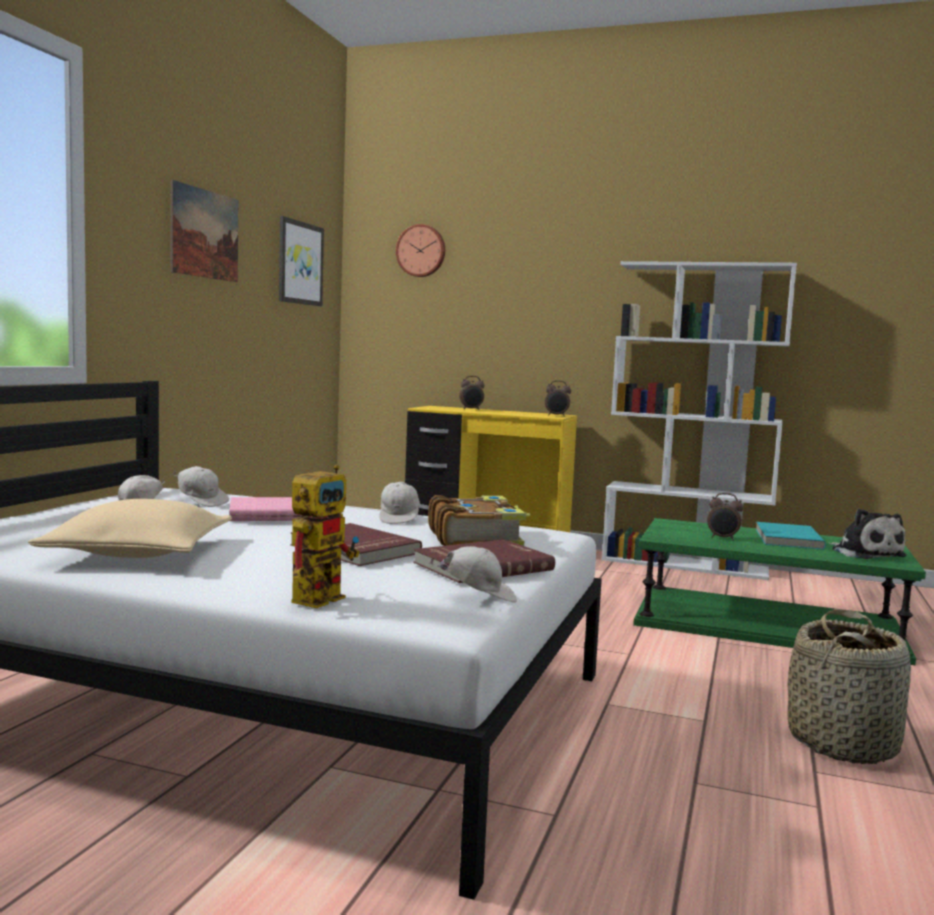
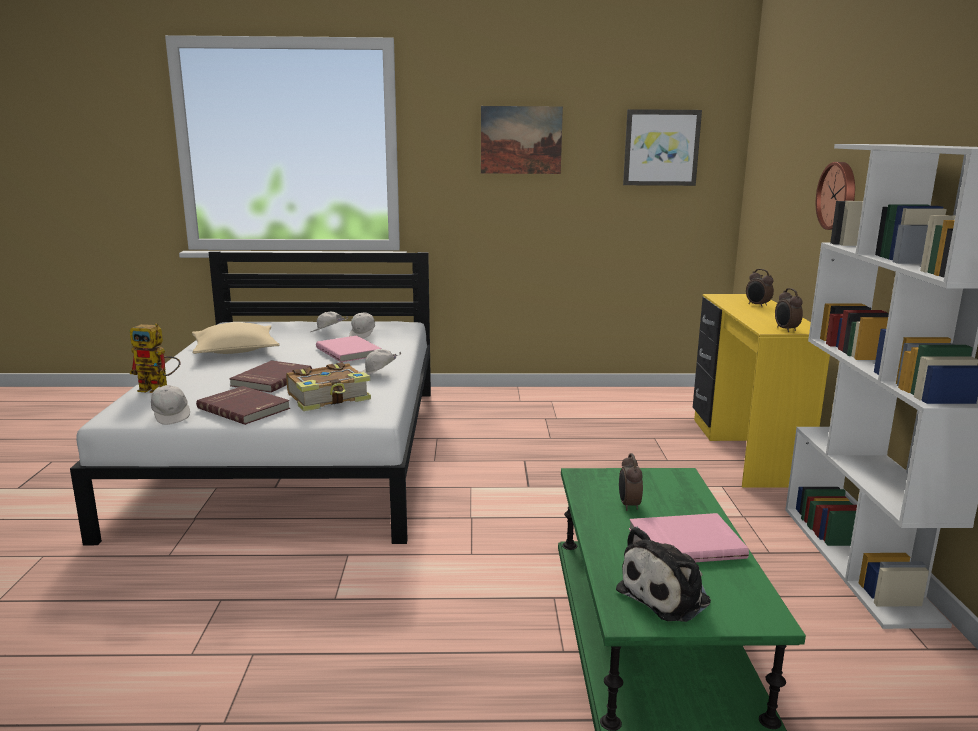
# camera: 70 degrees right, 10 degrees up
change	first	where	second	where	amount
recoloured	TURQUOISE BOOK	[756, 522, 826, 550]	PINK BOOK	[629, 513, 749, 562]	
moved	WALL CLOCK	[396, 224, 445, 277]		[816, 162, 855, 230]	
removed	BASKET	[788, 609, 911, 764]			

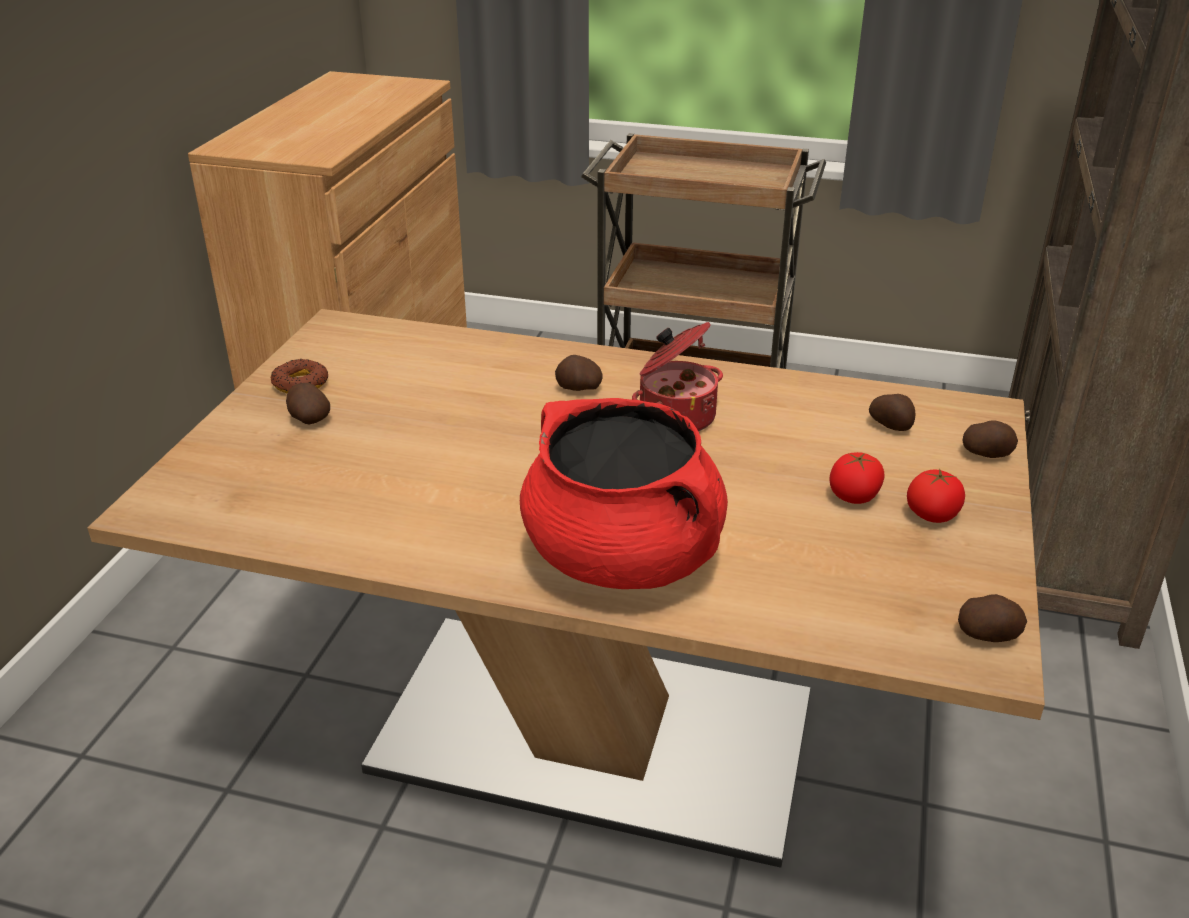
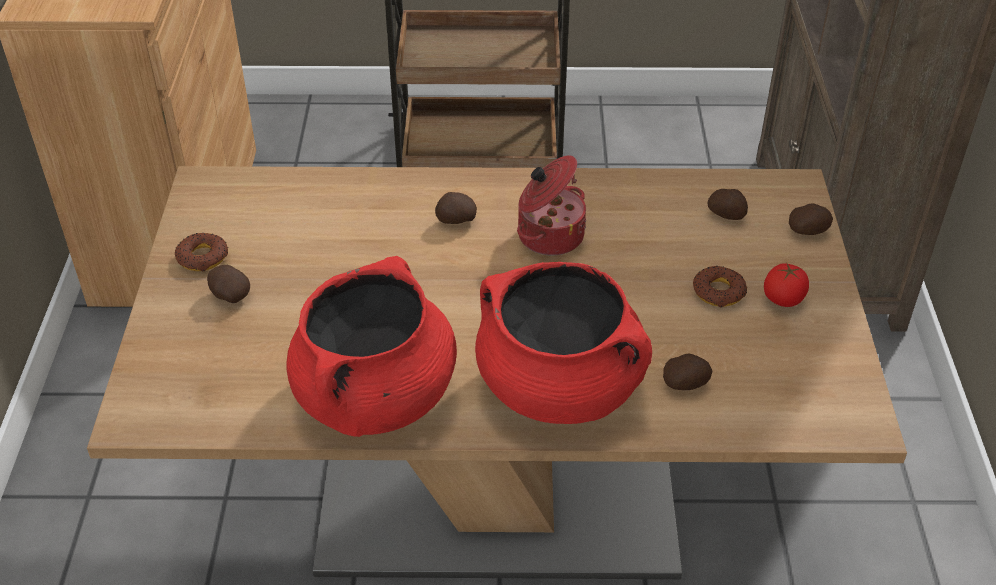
# camera: 15 degrees left, 10 degrees up
change	first	where	second	where	amount
added			RED COOKING POT	[286, 256, 457, 437]	
moved	POTATO	[958, 594, 1027, 642]		[663, 354, 713, 390]	
replaced	TOMATO	[829, 452, 885, 504]	DONUT	[693, 266, 747, 307]	

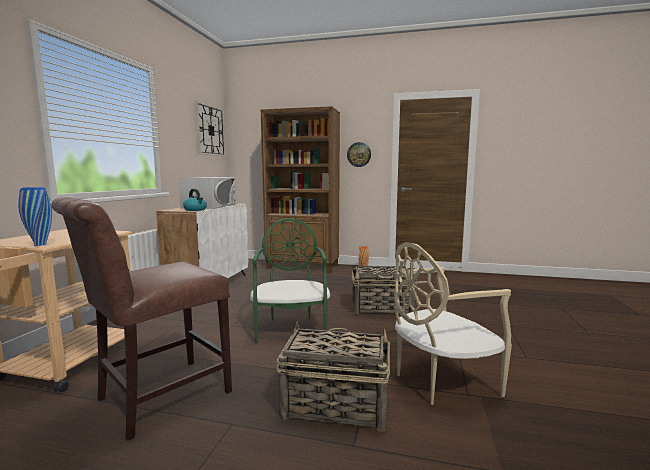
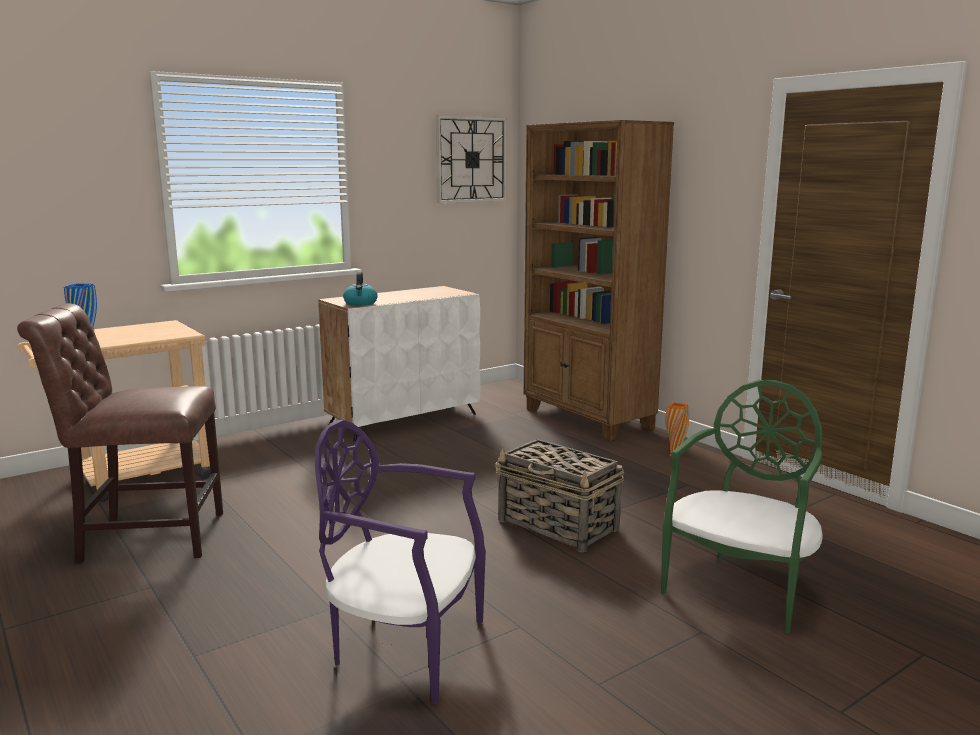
# camera: 40 degrees right, 5 degrees up
change	first	where	second	where	amount
recoloured	BEIGE CHAIR	[394, 242, 512, 405]	PURPLE CHAIR	[315, 420, 486, 705]	
moved	GREEN CHAIR	[250, 218, 330, 344]		[661, 380, 823, 634]	
removed	WHITE MICROWAVE	[179, 177, 236, 209]			
removed	BASKET	[276, 322, 390, 432]			
removed	WALL CLOCK	[347, 142, 371, 167]			

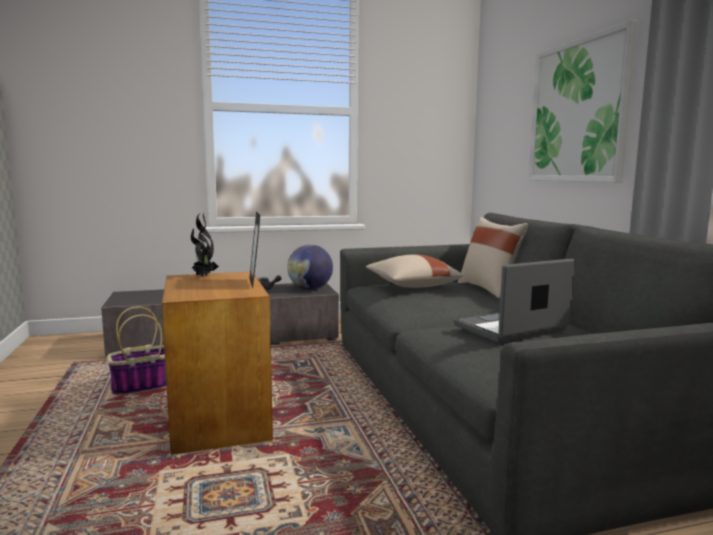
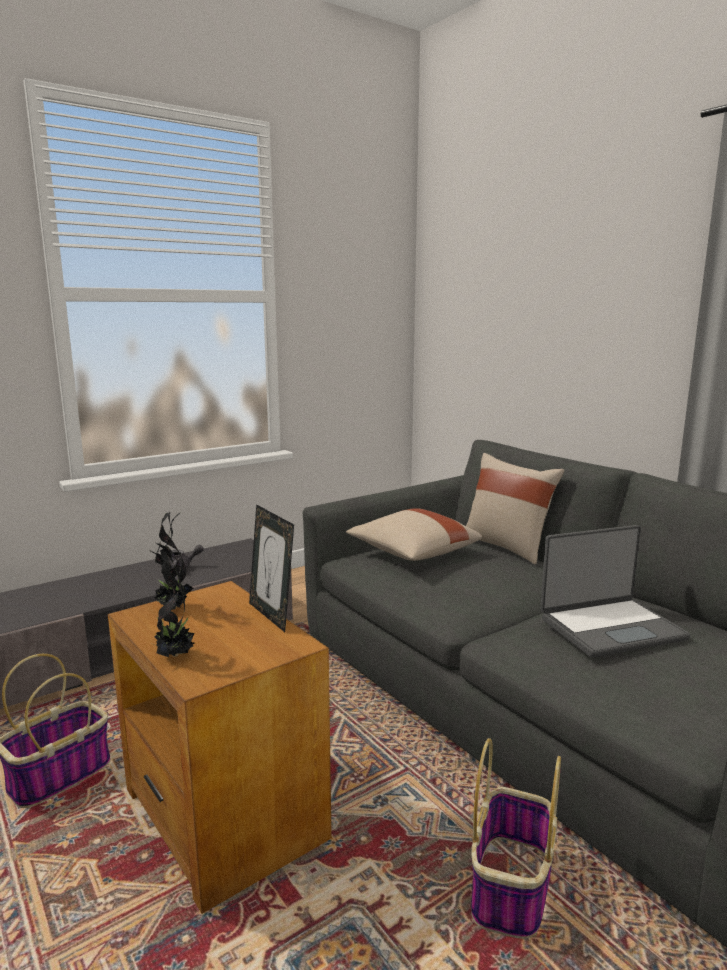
# camera: 20 degrees left, 5 degrees up
change	first	where	second	where	amount
added			POTTED PLANT	[149, 543, 195, 657]	
added			BASKET	[471, 738, 561, 939]	
turned	LAPTOP	[454, 259, 575, 342]		[540, 525, 690, 658]	150 degrees counterclockwise
removed	GLOBE	[287, 245, 333, 290]			
removed	PICTURE	[529, 20, 638, 182]			

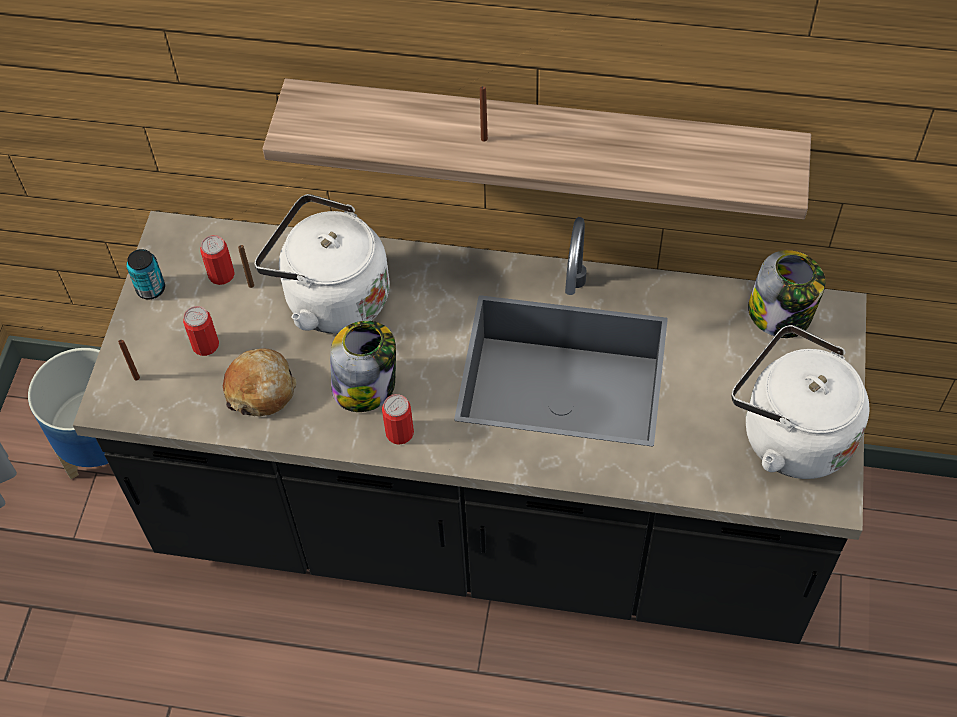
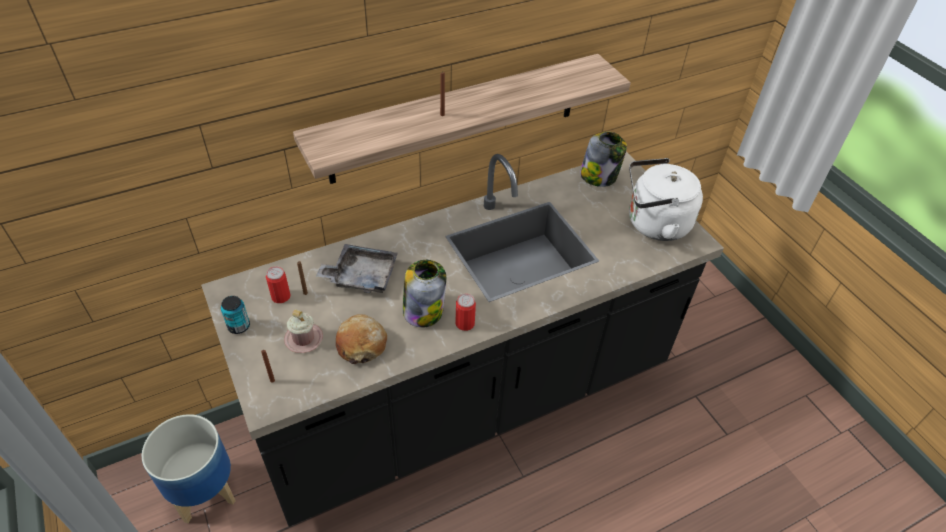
# camera: 40 degrees left, 10 degrees down
change	first	where	second	where	amount
replaced	CAN	[183, 306, 219, 356]	PINK MUG	[284, 309, 323, 353]	
replaced	WHITE KETTLE	[255, 194, 390, 334]	GREY TRAY	[316, 244, 398, 293]	

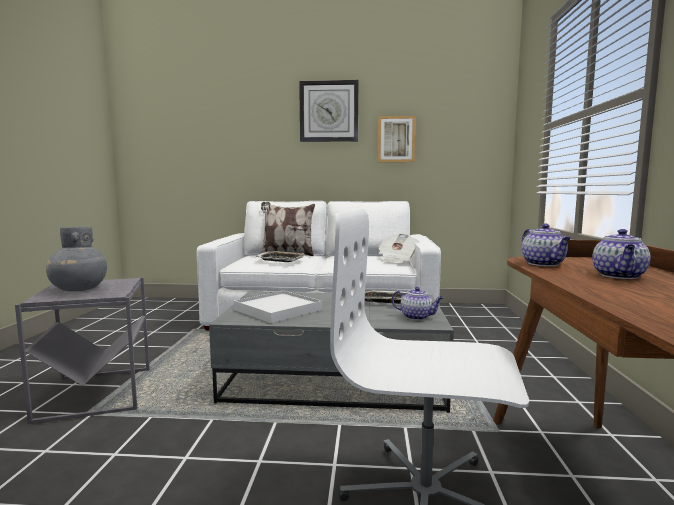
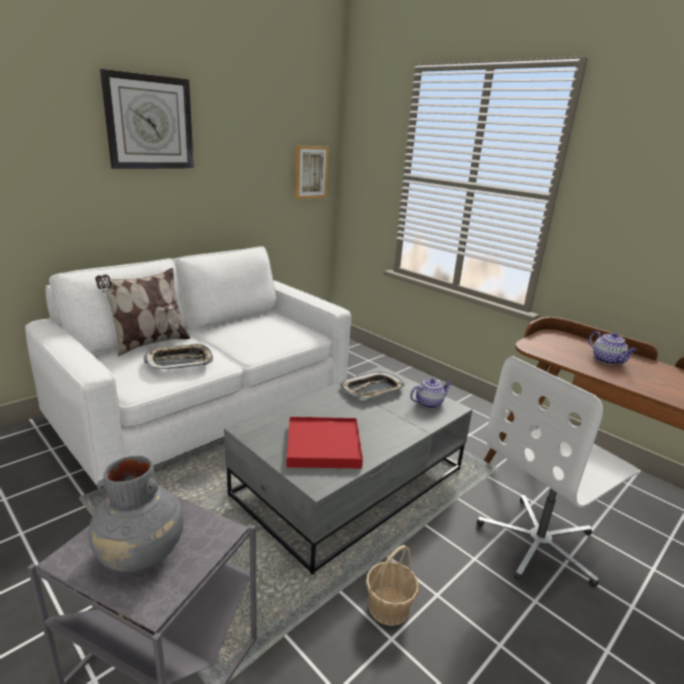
# camera: 50 degrees left, 15 degrees up
change	first	where	second	where	amount
recoloured	WHITE TRAY	[234, 291, 322, 323]	RED TRAY	[286, 417, 363, 469]	
moved	PICTURE	[378, 116, 416, 162]		[294, 145, 329, 199]	
added			BASKET	[366, 545, 419, 626]	
removed	NEWSPAPER	[378, 233, 419, 263]			
removed	TEAPOT	[522, 224, 571, 266]			

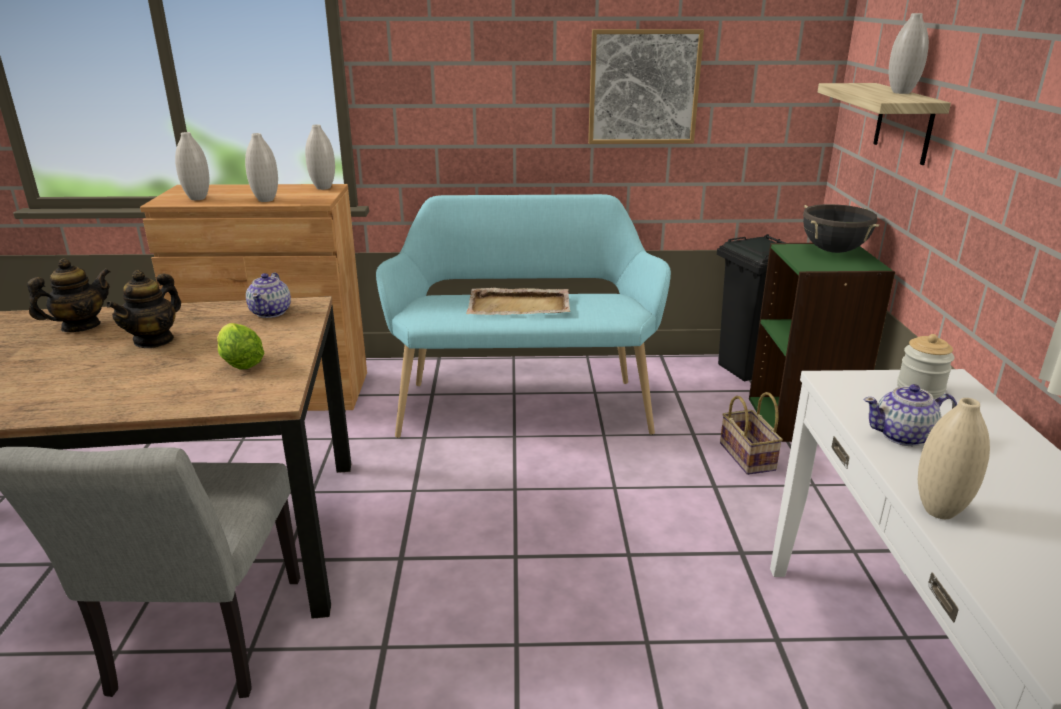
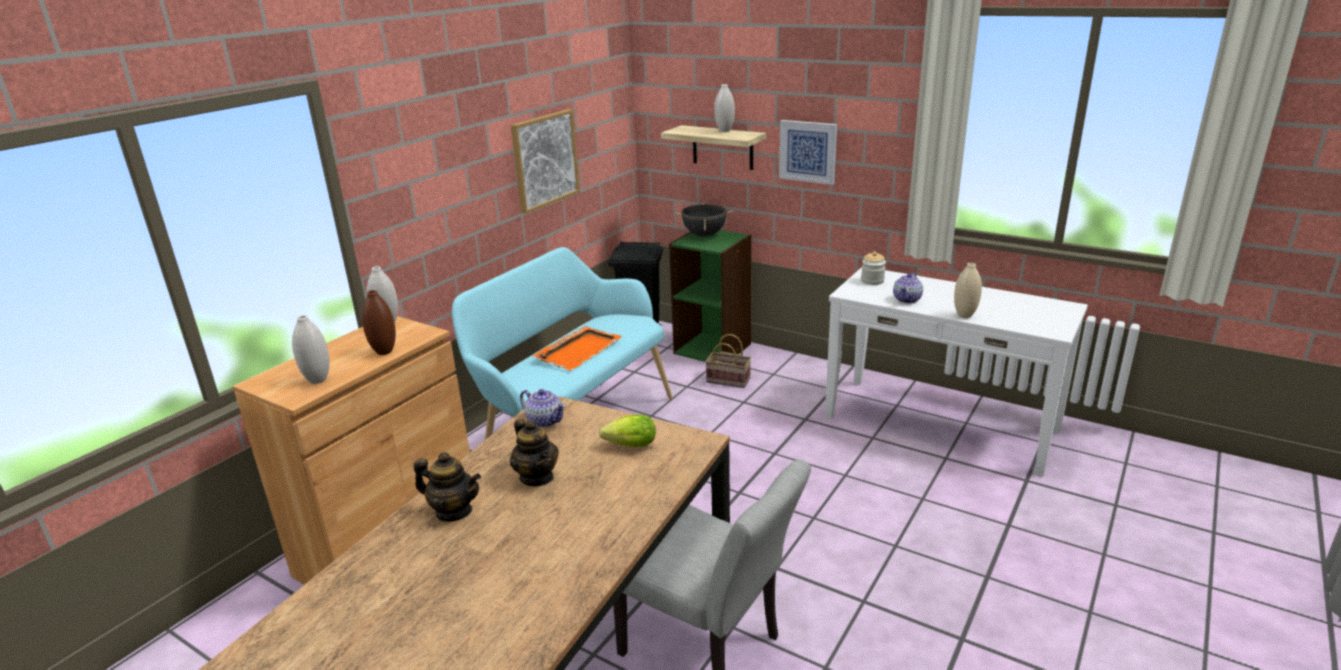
# camera: 55 degrees left, 0 degrees up
change	first	where	second	where	amount
recoloured	WHITE VASE	[245, 133, 278, 202]	BROWN VASE	[362, 290, 396, 355]	
turned	TEAPOT	[27, 258, 110, 332]		[414, 452, 481, 522]	120 degrees clockwise
recoloured	BEIGE TRAY	[466, 288, 570, 315]	ORANGE TRAY	[533, 326, 622, 371]	
added			PICTURE	[779, 120, 837, 185]	

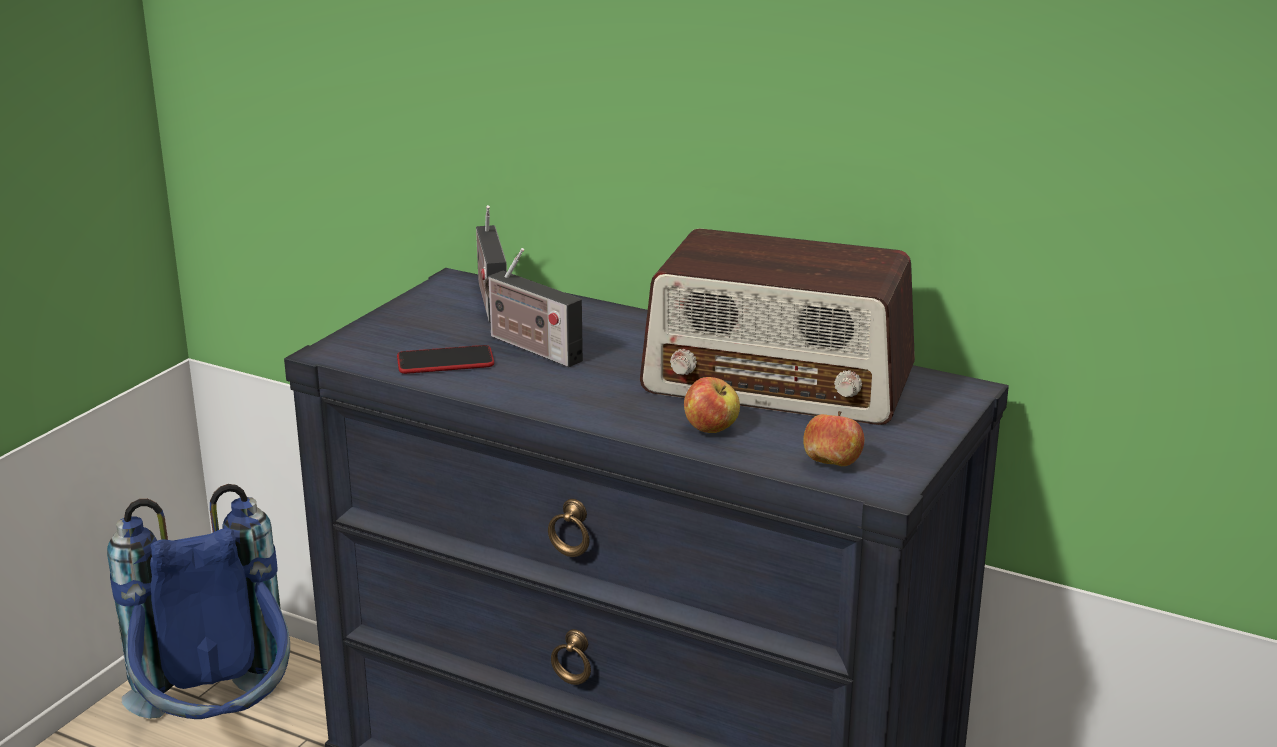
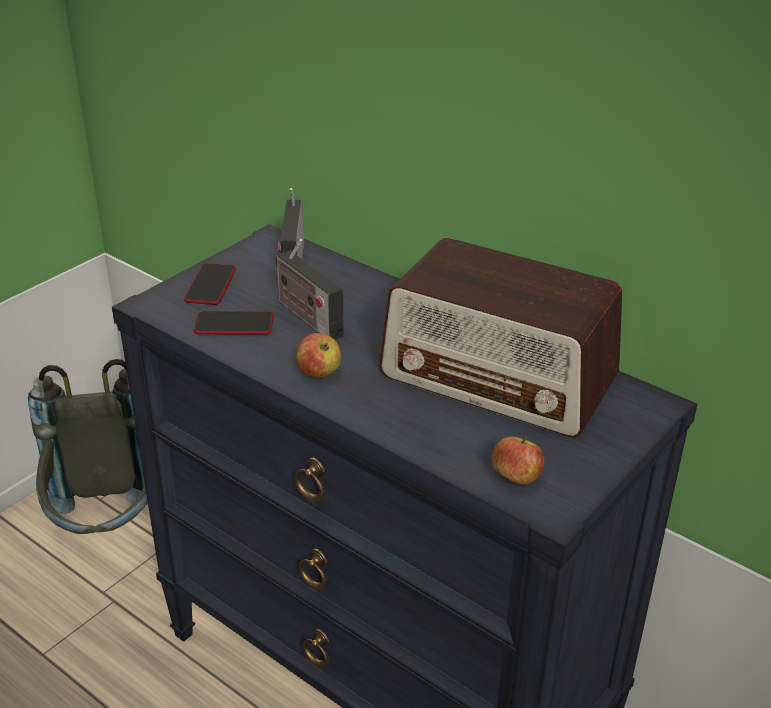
# camera: 10 degrees right, 10 degrees up
change	first	where	second	where	amount
recoloured	BLUE BACKPACK	[107, 484, 290, 719]	GREY BACKPACK	[28, 359, 148, 534]	
added			PHONE	[184, 263, 236, 305]	
moved	APPLE	[684, 377, 740, 433]		[296, 333, 341, 378]	

